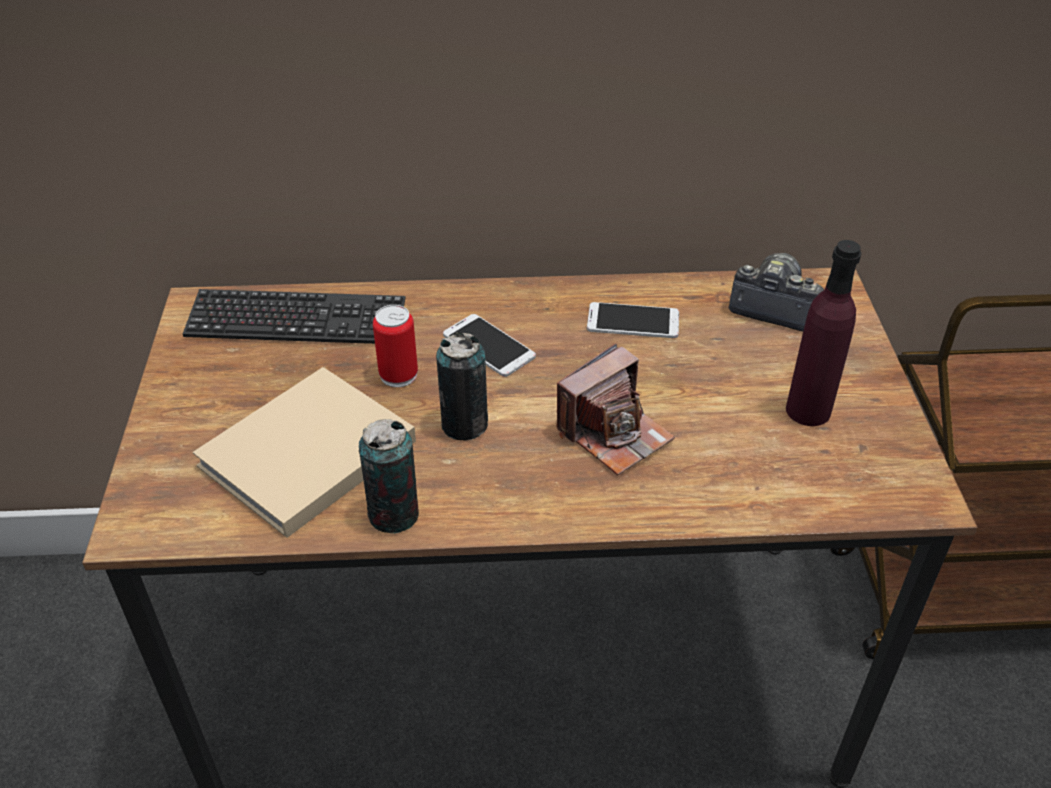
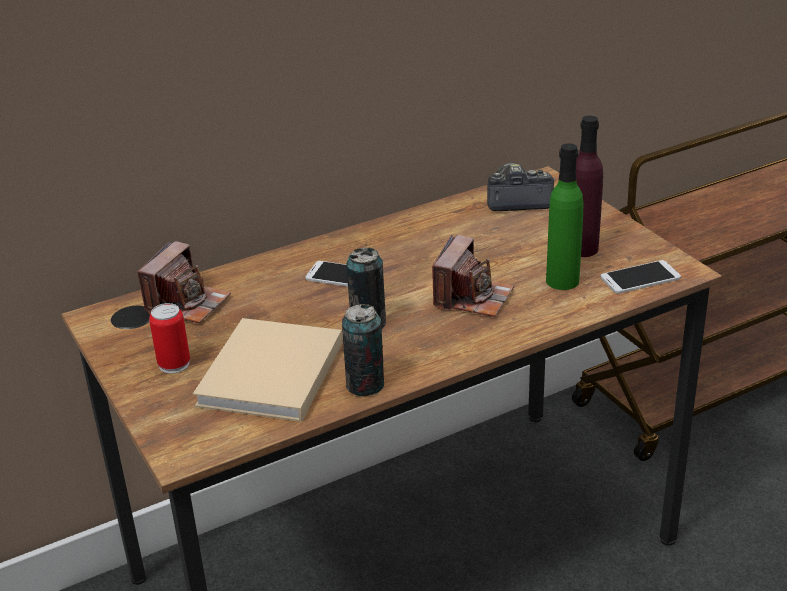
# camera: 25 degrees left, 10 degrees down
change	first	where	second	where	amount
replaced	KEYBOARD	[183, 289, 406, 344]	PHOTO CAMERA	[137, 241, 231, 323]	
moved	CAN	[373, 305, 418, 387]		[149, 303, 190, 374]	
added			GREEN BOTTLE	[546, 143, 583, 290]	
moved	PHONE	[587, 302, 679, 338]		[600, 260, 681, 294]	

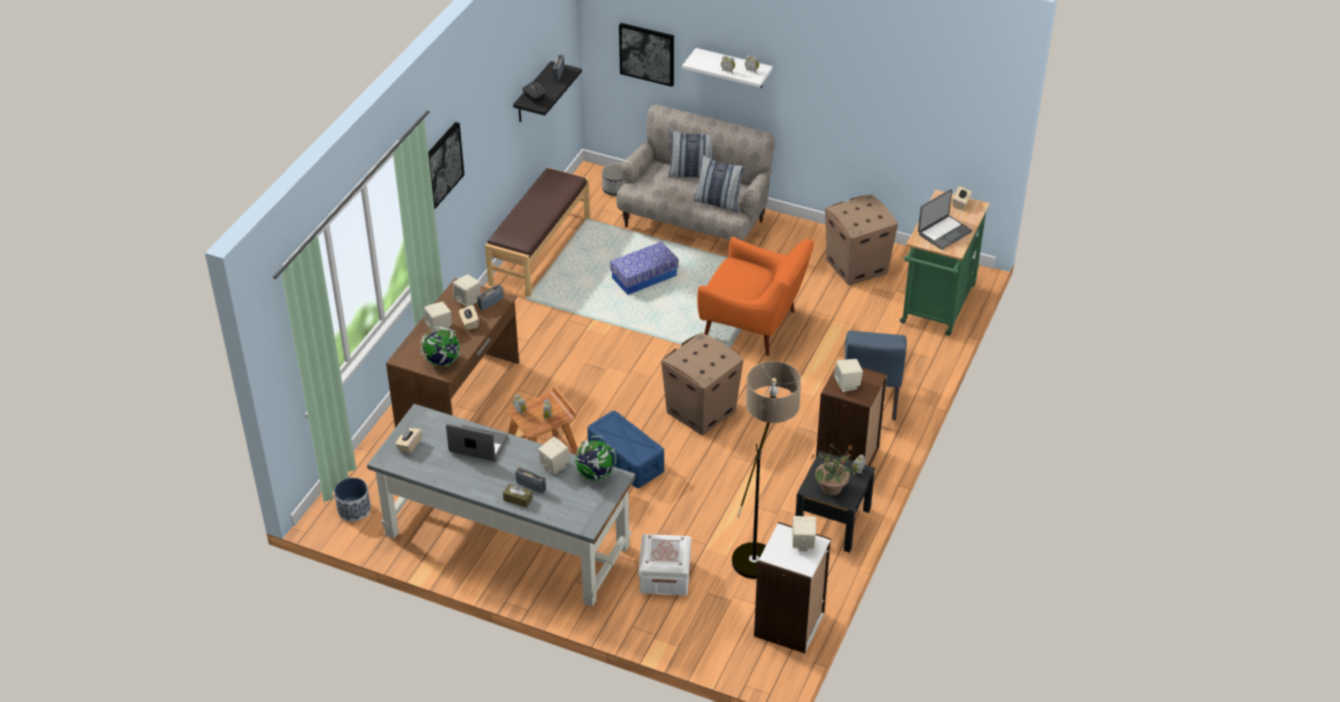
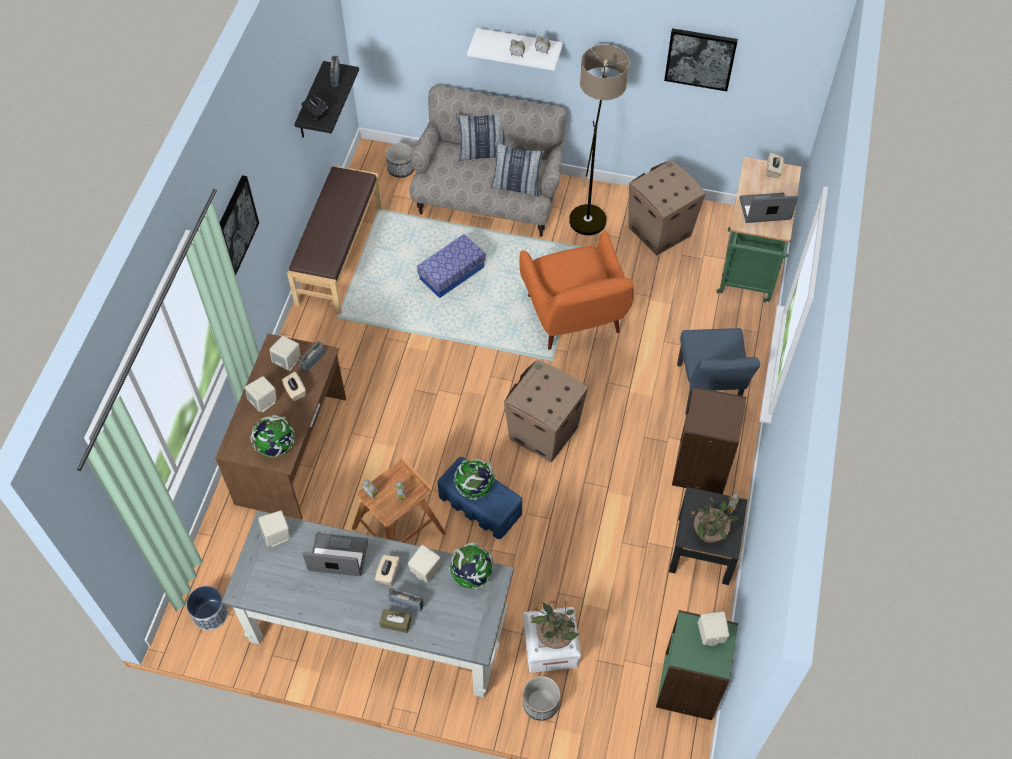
# camera: 10 degrees left, 15 degrees up
change	first	where	second	where	amount
moved	BEIGE SPEAKER	[834, 359, 863, 392]		[259, 511, 290, 547]	
moved	BEIGE TISSUE BOX	[395, 427, 422, 454]		[375, 555, 400, 586]	
added			GLOBE	[454, 459, 495, 500]	
turned	ORANGE ARMCHAIR	[697, 237, 814, 356]		[519, 231, 634, 350]	60 degrees clockwise
added			PLANTER	[523, 676, 560, 721]	
added			POTTED PLANT	[531, 600, 579, 649]	
moved	FLOOR LAMP	[732, 361, 801, 579]		[569, 44, 630, 235]	
recoloured	WHITE BOOKCASE	[754, 522, 831, 653]	GREEN BOOKCASE	[656, 610, 738, 720]	
moved	PICTURE	[619, 23, 674, 87]		[664, 28, 738, 91]	
turned	LAPTOP	[918, 189, 972, 250]		[740, 193, 798, 223]	135 degrees counterclockwise

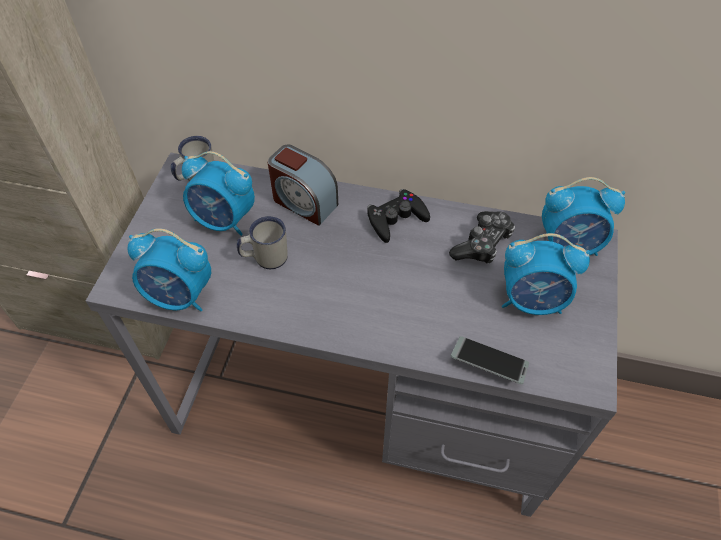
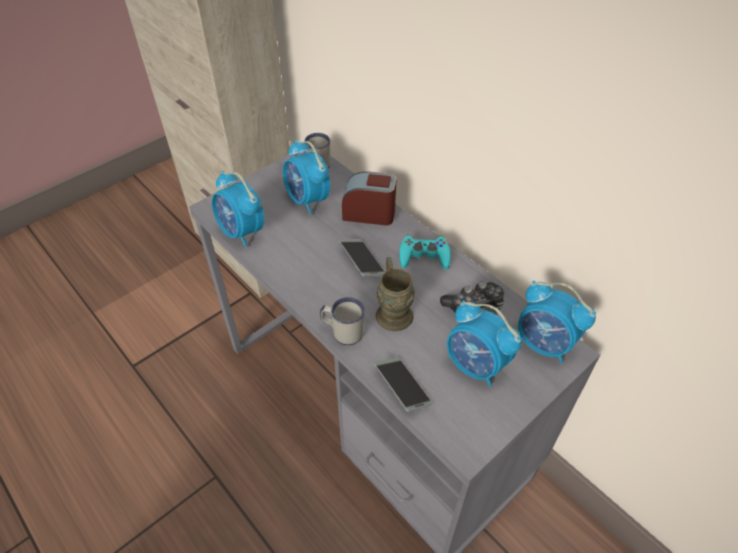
# camera: 35 degrees right, 5 degrees down
change	first	where	second	where	amount
moved	WHITE MUG	[237, 216, 288, 269]		[320, 297, 365, 345]	
added			PHONE	[338, 239, 385, 276]	
turned	ALARM CLOCK	[268, 145, 338, 226]		[342, 171, 397, 225]	120 degrees clockwise
added			BROWN MUG	[376, 257, 415, 331]	
recoloured	BLACK GAME CONTROLLER	[367, 189, 430, 243]	TURQUOISE GAME CONTROLLER	[399, 235, 451, 269]	

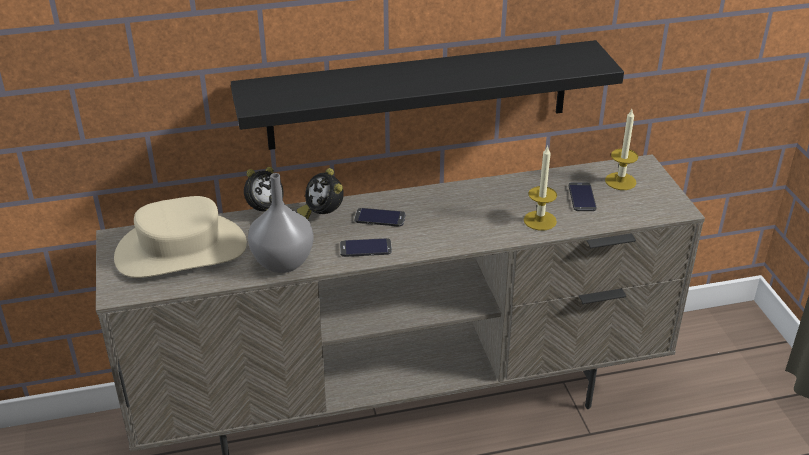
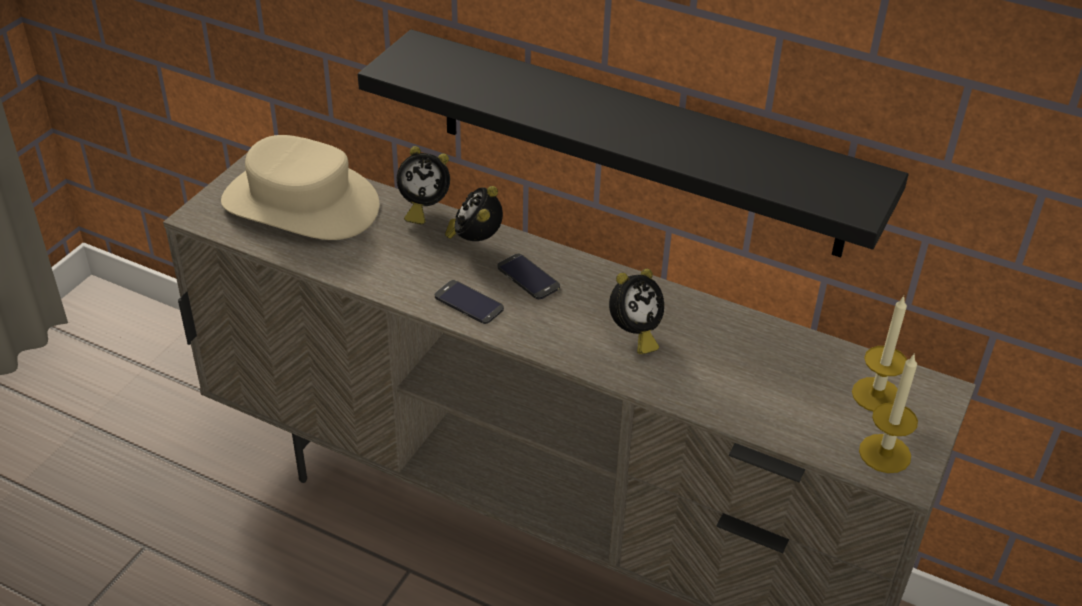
# camera: 40 degrees right, 5 degrees up
change	first	where	second	where	amount
added			ALARM CLOCK	[609, 269, 664, 354]	
moved	CANDLE	[524, 145, 557, 231]		[859, 355, 918, 473]	
removed	GREY VASE	[248, 173, 314, 273]			
removed	PHONE	[569, 182, 596, 211]			

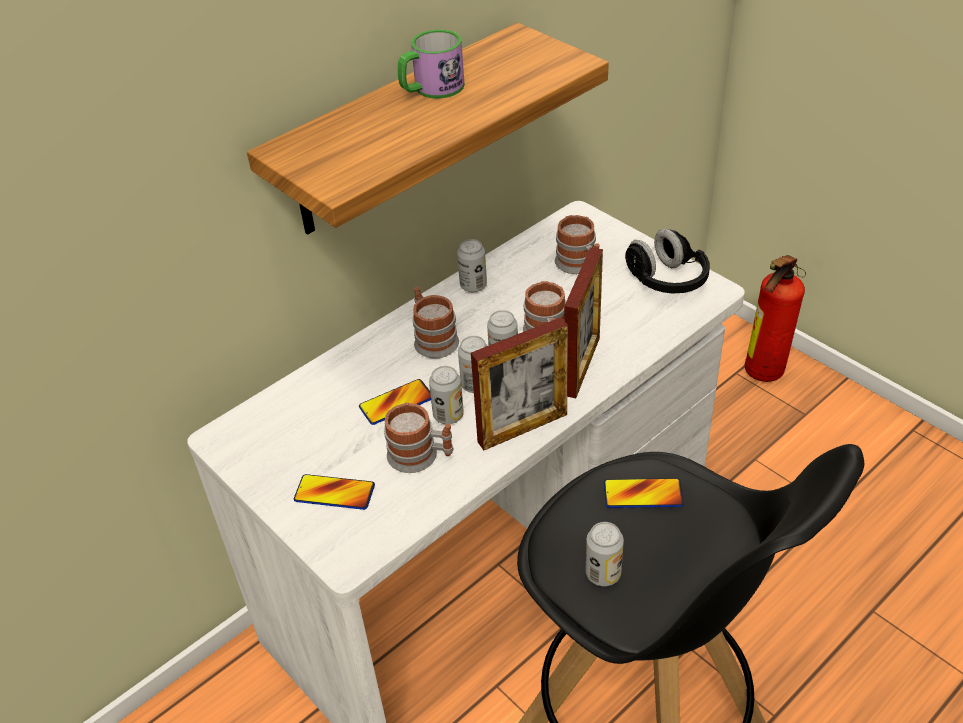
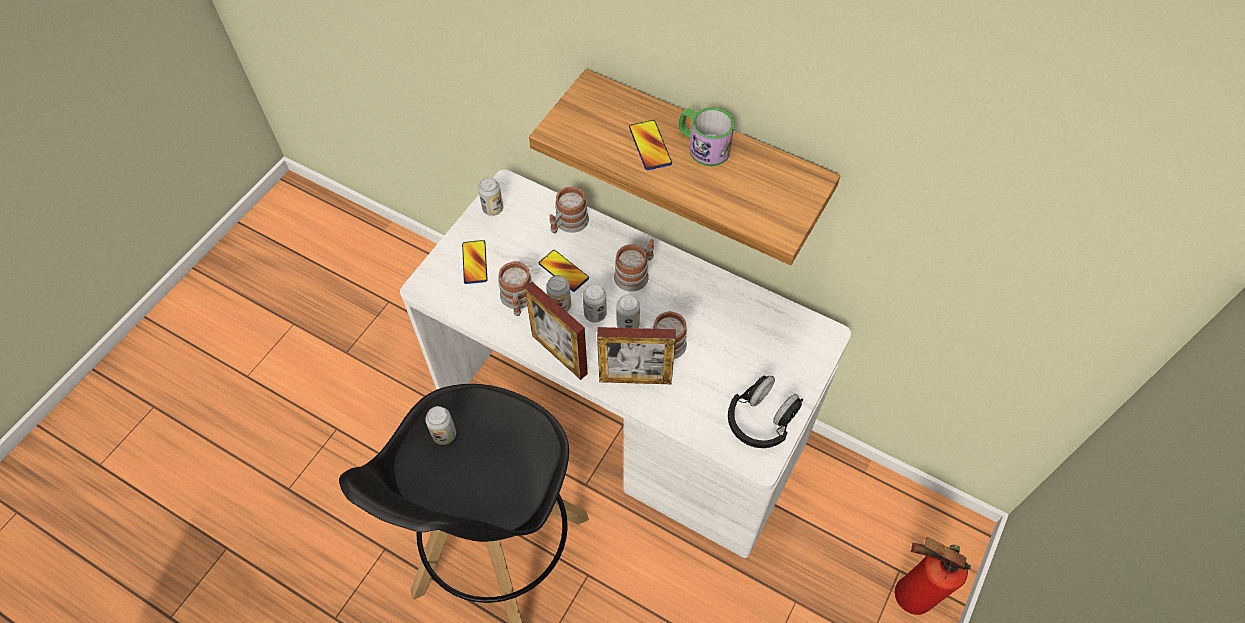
# camera: 70 degrees right, 15 degrees up
change	first	where	second	where	amount
moved	CAN	[457, 239, 487, 292]		[478, 177, 503, 216]	
moved	MUG	[555, 215, 599, 274]		[549, 187, 589, 234]	
moved	PHONE	[604, 478, 684, 508]		[629, 120, 672, 170]	

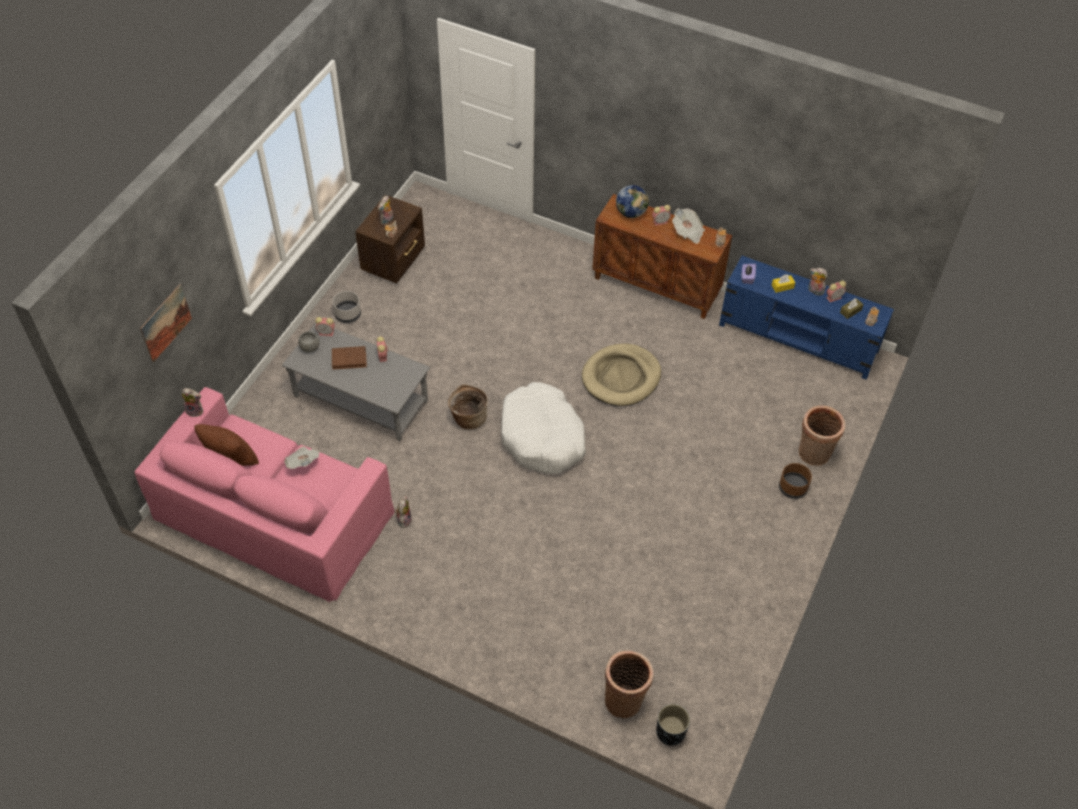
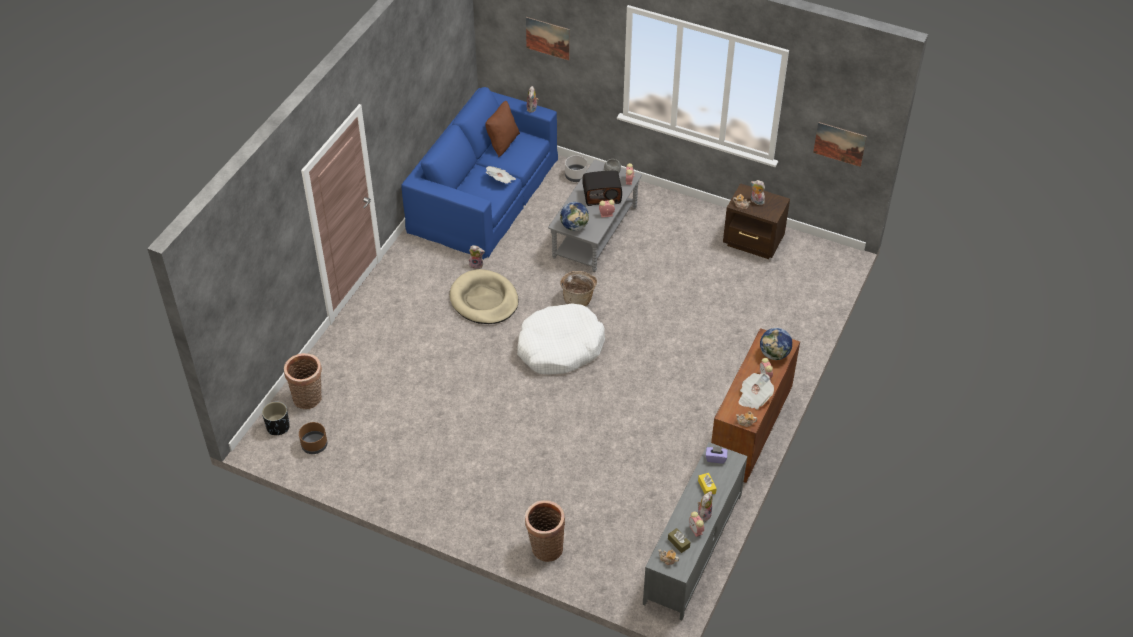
# camera: 90 degrees right, 5 degrees down
change	first	where	second	where	amount
moved	BROWN PLANTER	[779, 463, 812, 499]		[299, 422, 327, 454]	
recoloured	PINK SOFA	[134, 387, 395, 602]	BLUE SOFA	[401, 87, 558, 259]	
moved	BEIGE DOG BED	[582, 343, 661, 406]		[450, 269, 519, 324]	
added			GLOBE	[560, 202, 589, 231]	
moved	GREY PLANTER	[333, 291, 361, 323]		[565, 155, 587, 182]	
replaced	BROWN BOOK	[332, 346, 367, 370]	RADIO	[582, 171, 622, 206]	
recoloured	BLUE TV STAND	[719, 256, 894, 380]	GREY TV STAND	[643, 442, 748, 620]	
added			PICTURE	[813, 122, 867, 167]	

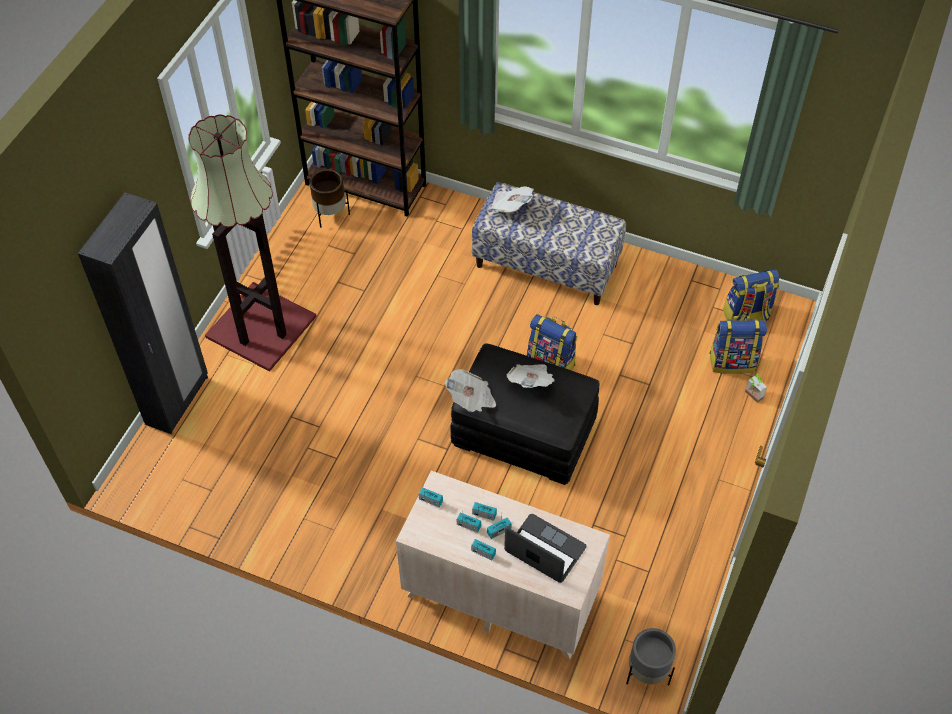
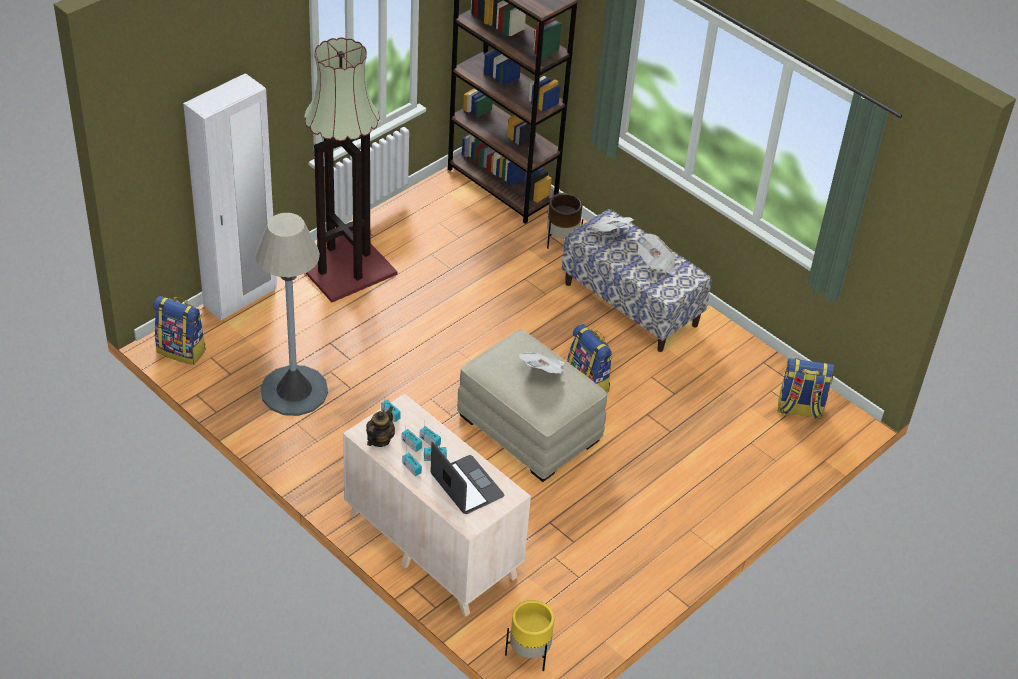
# camera: 20 degrees right, 10 degrees down
change	first	where	second	where	amount
moved	BACKPACK	[710, 316, 767, 374]		[153, 296, 206, 365]	
recoloured	BLACK WARDROBE	[78, 192, 208, 434]	WHITE WARDROBE	[183, 73, 277, 321]	
added			GREY FLOOR LAMP	[255, 213, 328, 416]	
added			TEAPOT	[366, 406, 395, 447]	
recoloured	BLACK OTTOMAN	[450, 343, 600, 485]	BEIGE OTTOMAN	[457, 330, 607, 482]	
recoloured	GREY PLANTER	[626, 628, 676, 685]	YELLOW PLANTER	[505, 600, 554, 671]	
moved	BROWN PLANTER	[309, 169, 350, 228]		[547, 193, 583, 249]	
moved	NEWSPAPER	[445, 369, 496, 412]		[636, 234, 676, 275]	
removed	POTTED PLANT	[745, 374, 767, 403]			

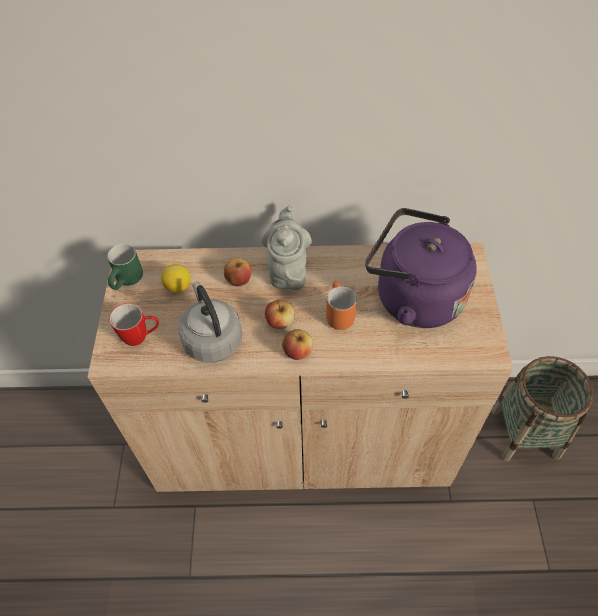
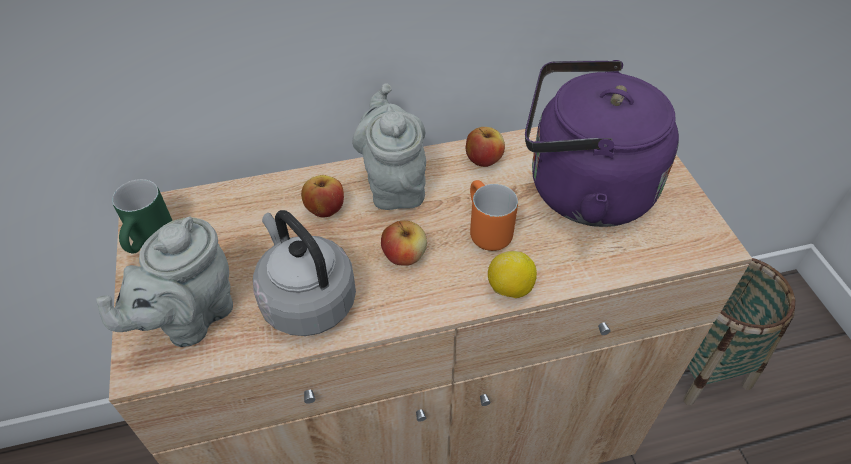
# camera: 15 degrees left, 5 degrees down
change	first	where	second	where	amount
replaced	MUG	[109, 303, 159, 346]	GREY TEAPOT	[96, 216, 233, 347]	
moved	APPLE	[282, 329, 313, 360]		[466, 127, 505, 167]	
moved	LEMON	[161, 264, 191, 293]		[488, 251, 537, 298]	

